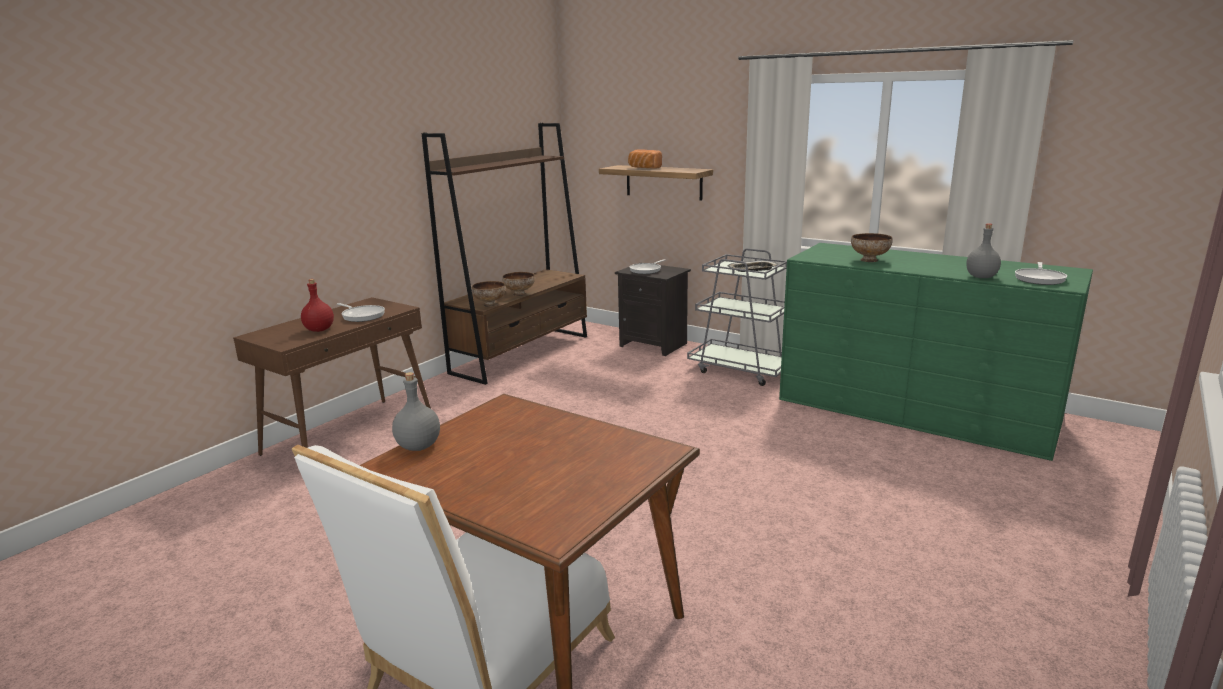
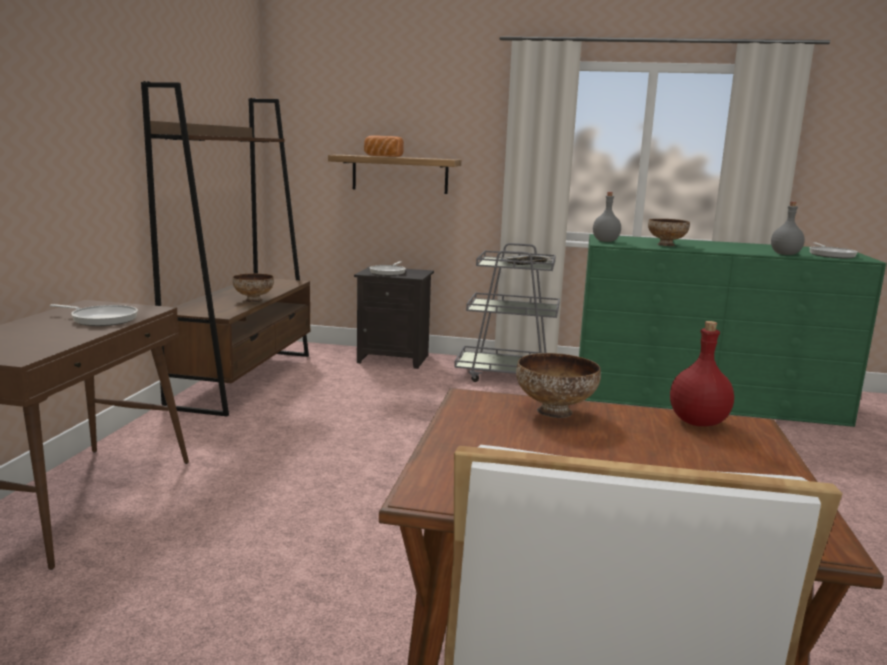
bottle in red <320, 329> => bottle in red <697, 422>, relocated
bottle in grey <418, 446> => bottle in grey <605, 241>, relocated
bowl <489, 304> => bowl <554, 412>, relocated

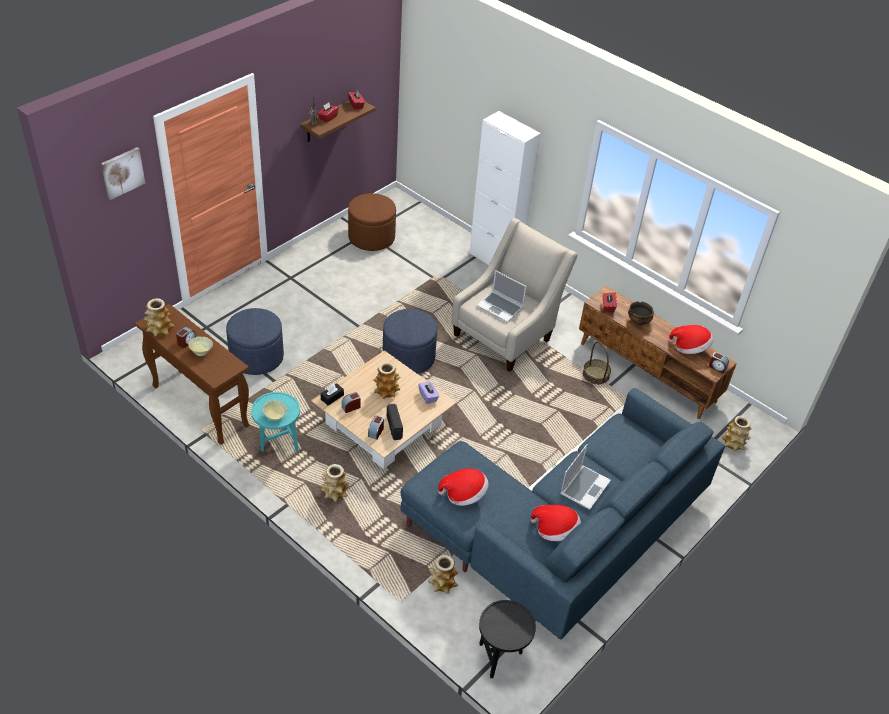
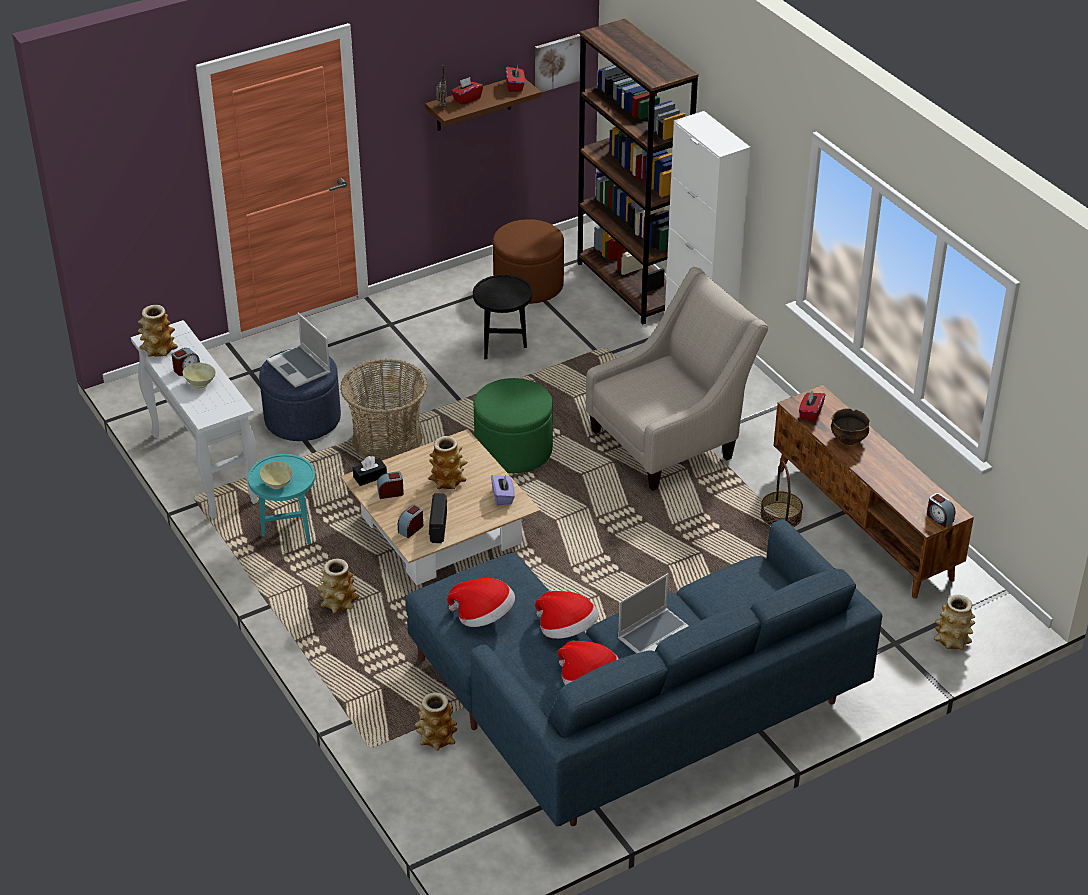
picture <122, 172> => picture <556, 62>, relocated
console table in brown <199, 406> => console table in white <203, 468>
ottoman in blue <408, 357> => ottoman in green <513, 450>
laptop <500, 307> => laptop <300, 368>, relocated
side table in black <501, 657> => side table in black <503, 346>, relocated
hat <690, 348> => hat <567, 630>, relocated
nothing => basket <387, 441>
nothing => bookcase in brown <630, 286>

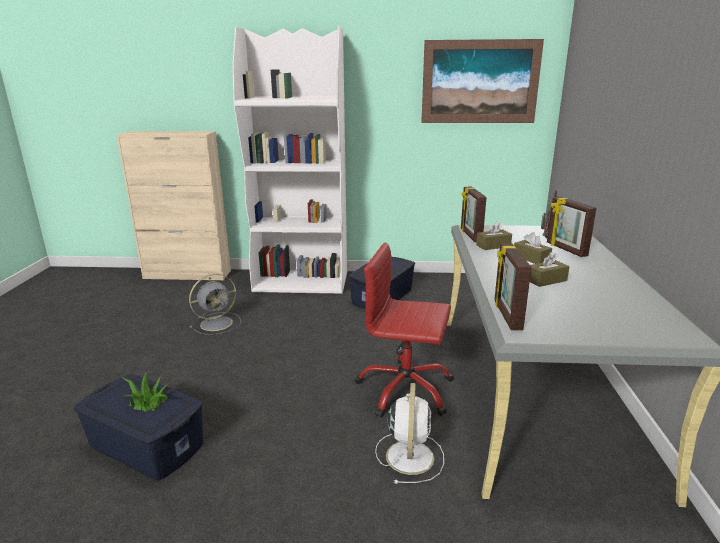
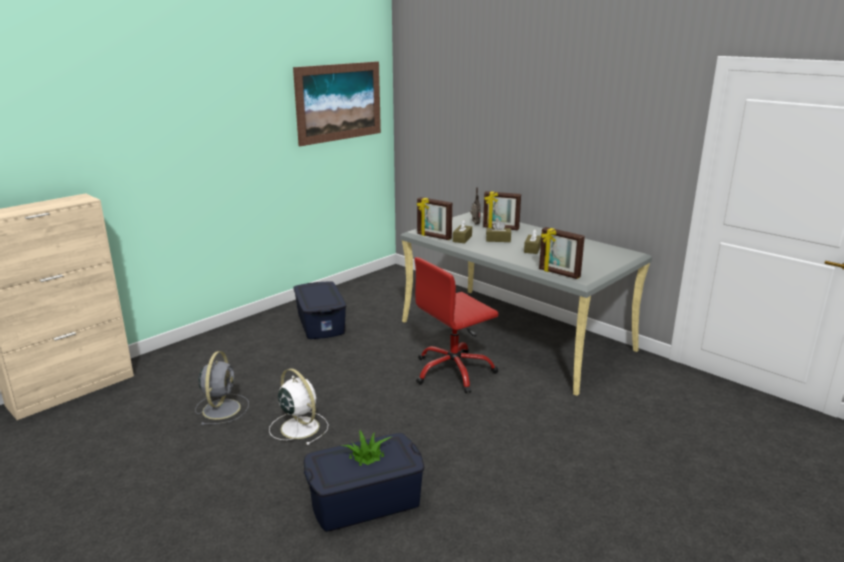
bookcase in white <302, 282> => nothing
fan in white <410, 455> => fan in white <299, 427>, relocated

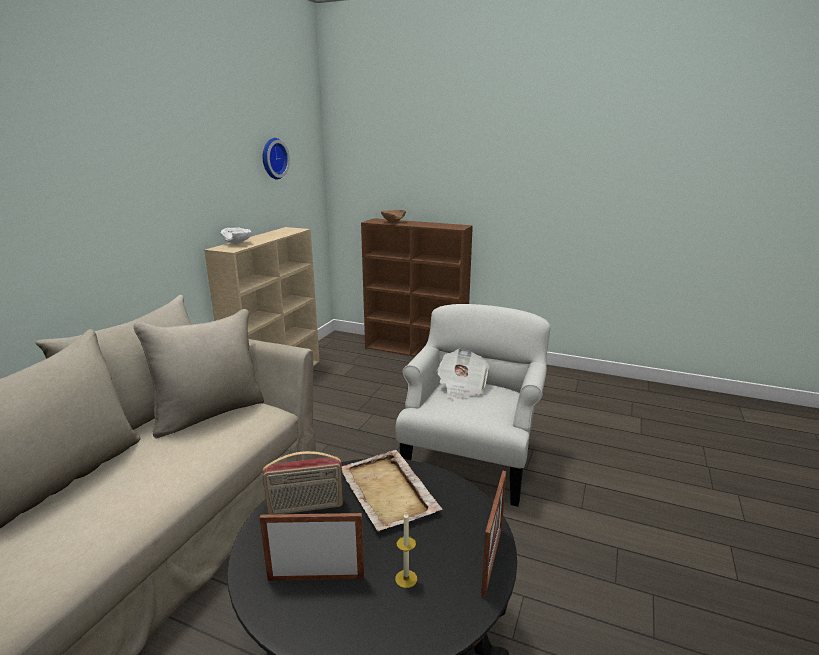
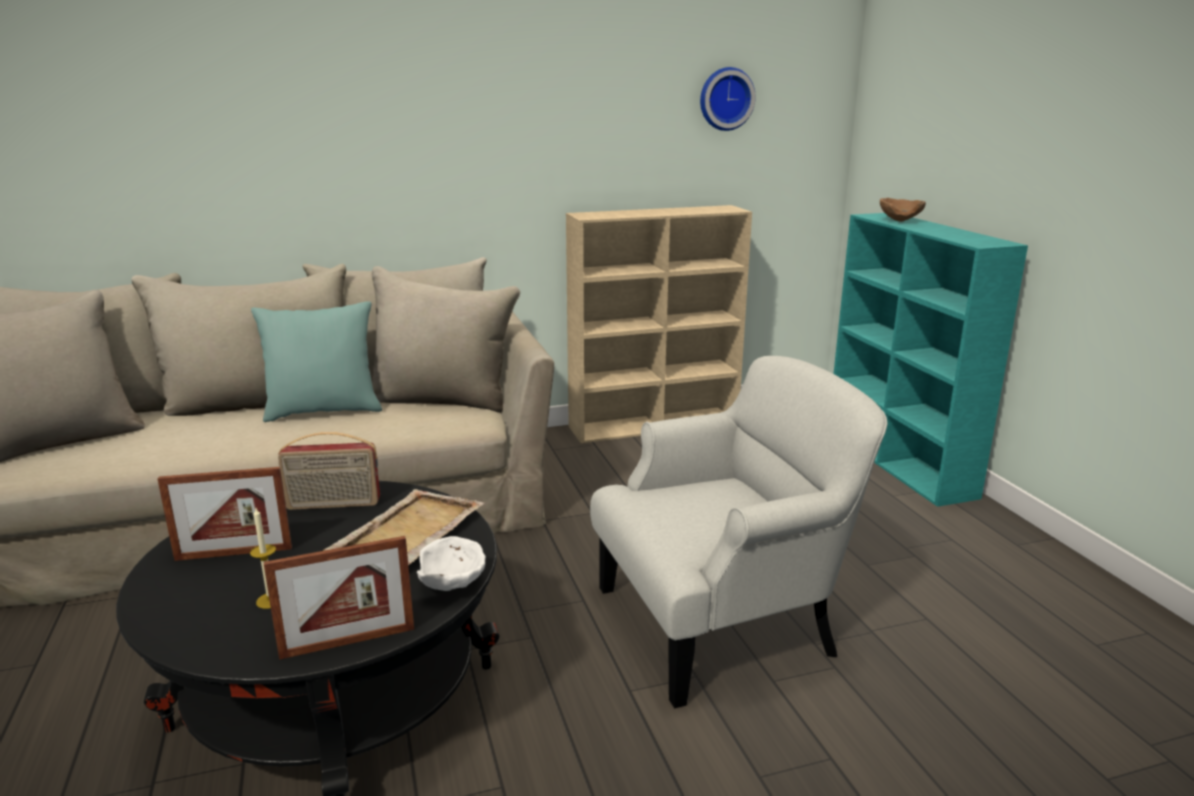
bowl in white <238, 243> => bowl in white <453, 586>, relocated
picture frame <316, 578> => picture frame <234, 553>, 120 degrees clockwise
radio <305, 507> => radio <333, 504>, 45 degrees counterclockwise
bookcase in brown <416, 351> => bookcase in turquoise <899, 462>
newspaper <461, 387> => nothing
nothing => pillow in turquoise <324, 411>

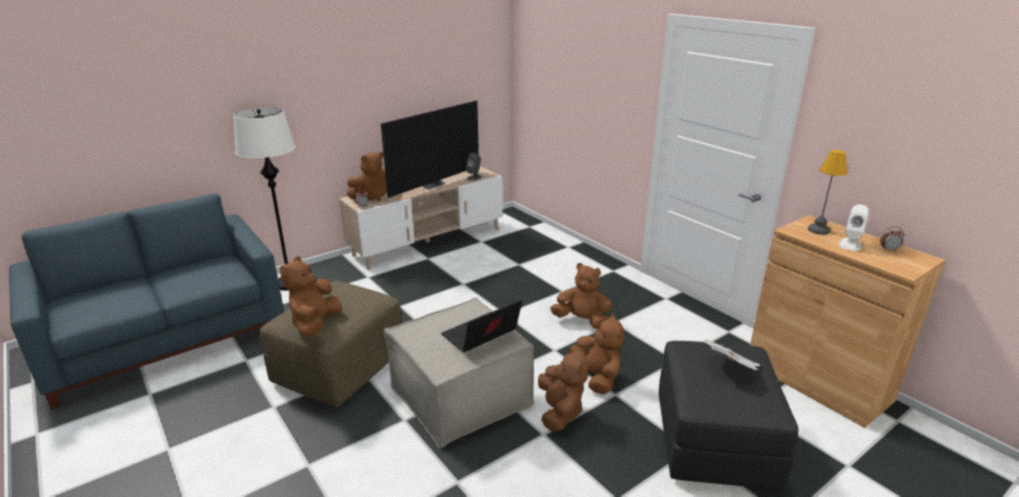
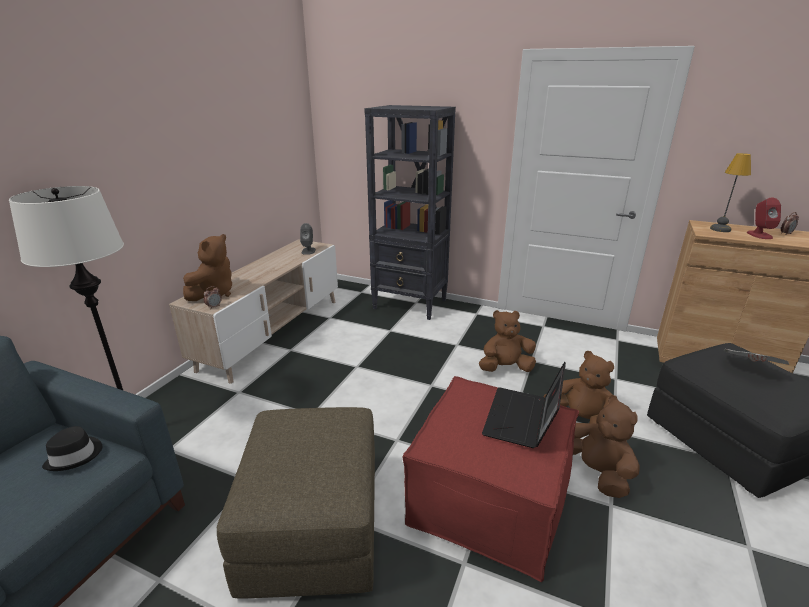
plush toy in brown <315, 324> => nothing
television <432, 184> => nothing
ottoman in beige <460, 396> => ottoman in red <489, 499>
speaker in white <850, 244> => speaker in red <759, 235>
nothing => hat in black <75, 455>
nothing => bookcase in black <410, 304>

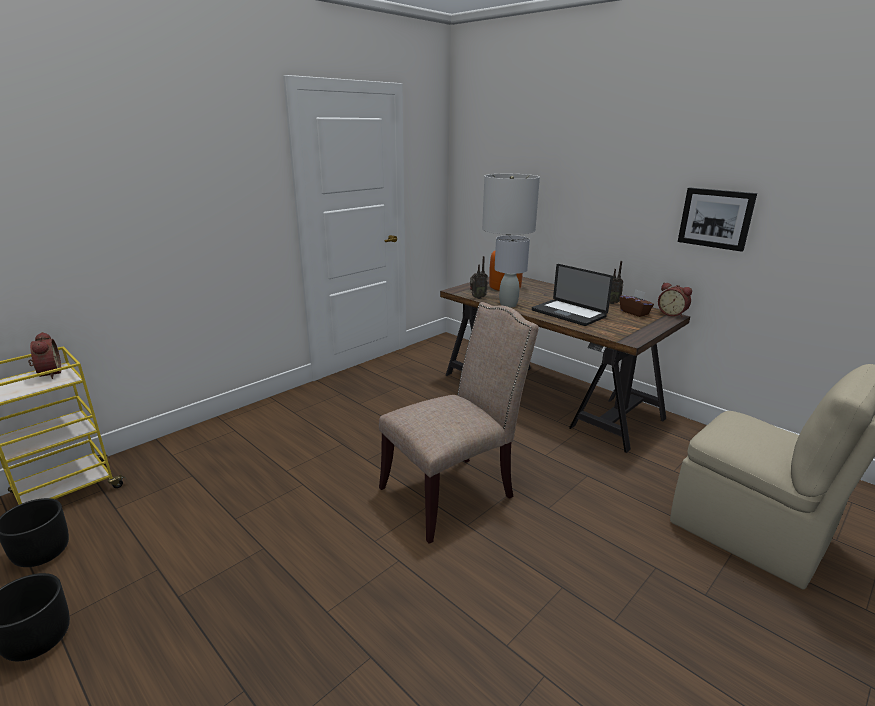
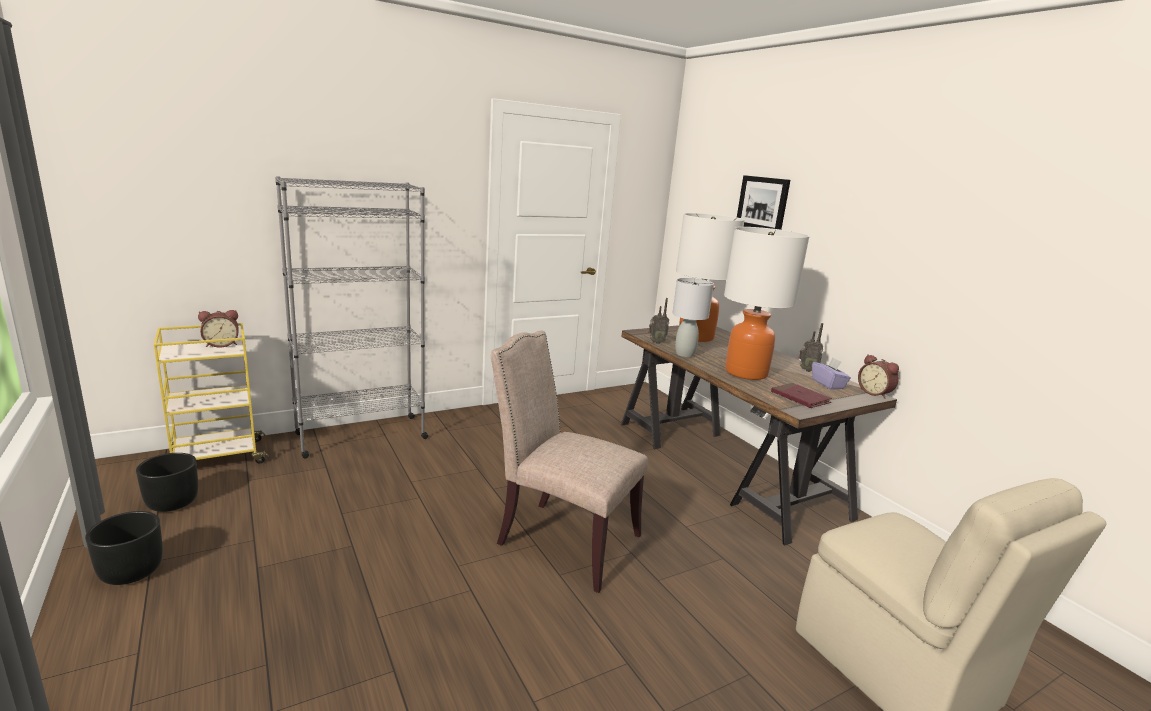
alarm clock <48, 374> => alarm clock <221, 344>, 75 degrees clockwise
chair in beige <452, 492> => chair in beige <562, 539>, 135 degrees counterclockwise
laptop <568, 314> => table lamp <746, 373>
tissue box in brown <634, 312> => tissue box in purple <828, 384>
picture <716, 218> => picture <763, 203>, relocated
nothing => bookcase in grey <361, 436>
nothing => book in red <800, 398>

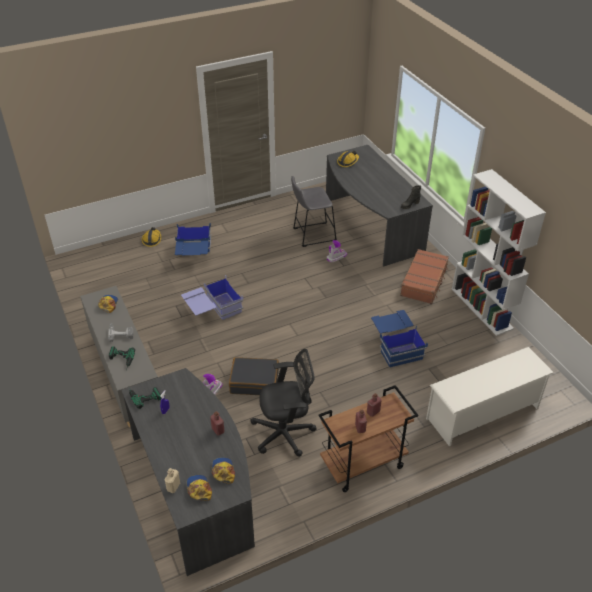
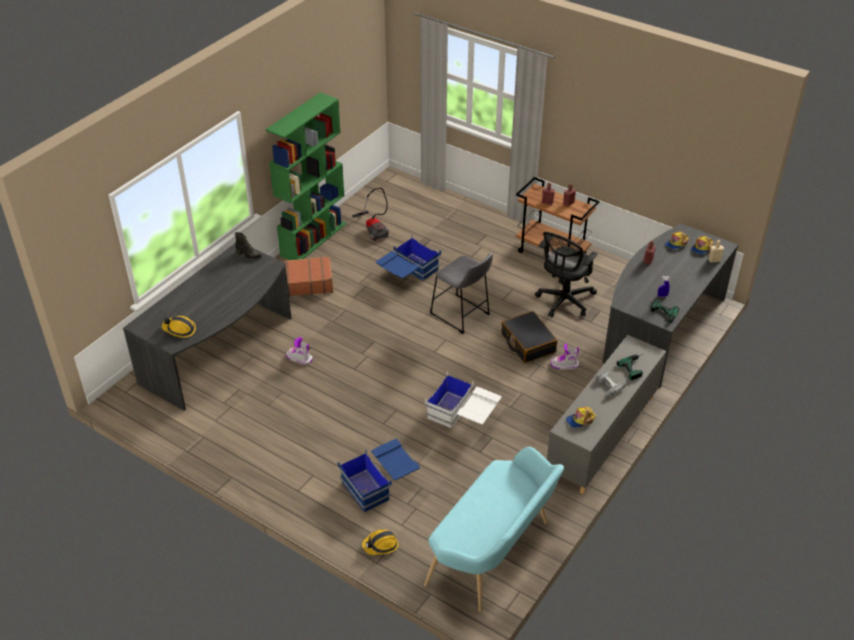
storage box in blue <213, 311> => storage box in white <463, 416>
office chair in black <286, 433> => office chair in black <563, 302>, 105 degrees counterclockwise
stool in grey <312, 235> => stool in grey <461, 316>, relocated
shoe rack in white <483, 413> => nothing
bookcase in white <482, 308> => bookcase in green <313, 239>
nothing => vacuum cleaner <374, 229>
nothing => bench in turquoise <494, 554>

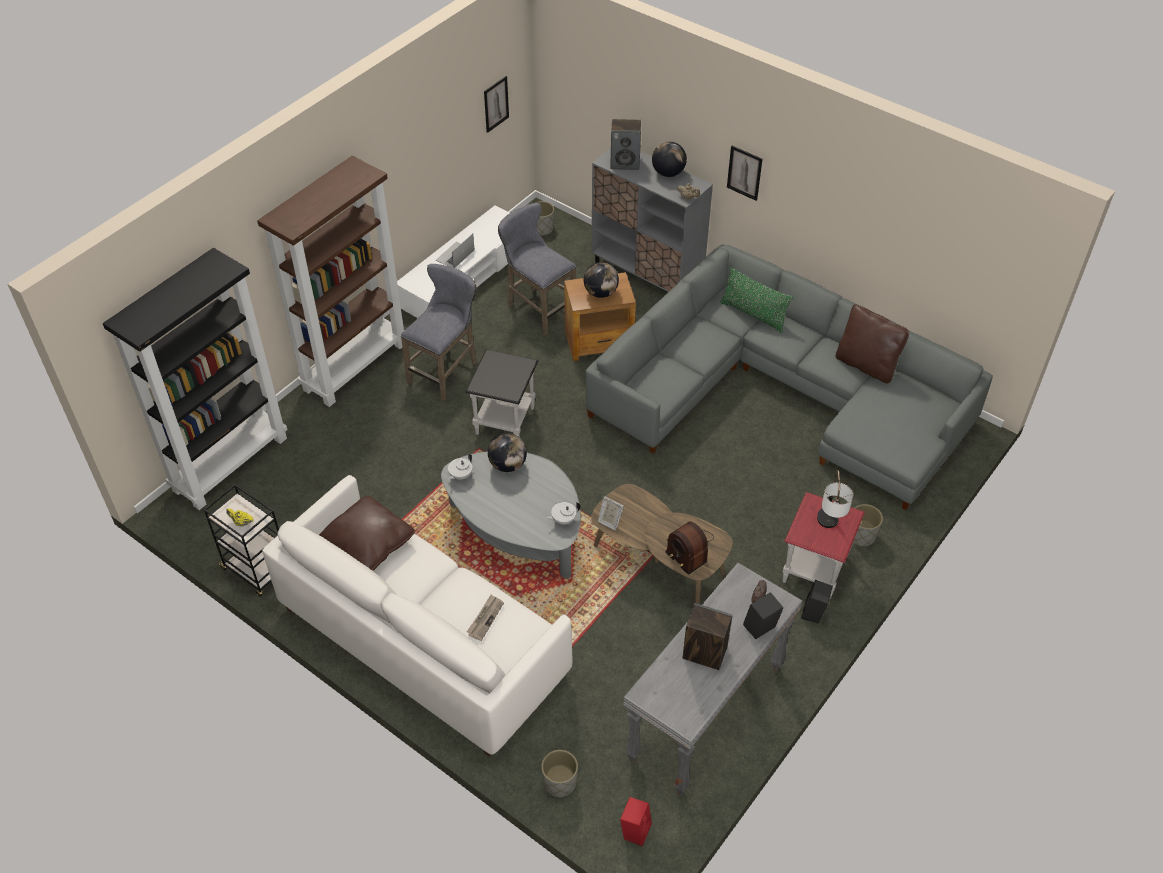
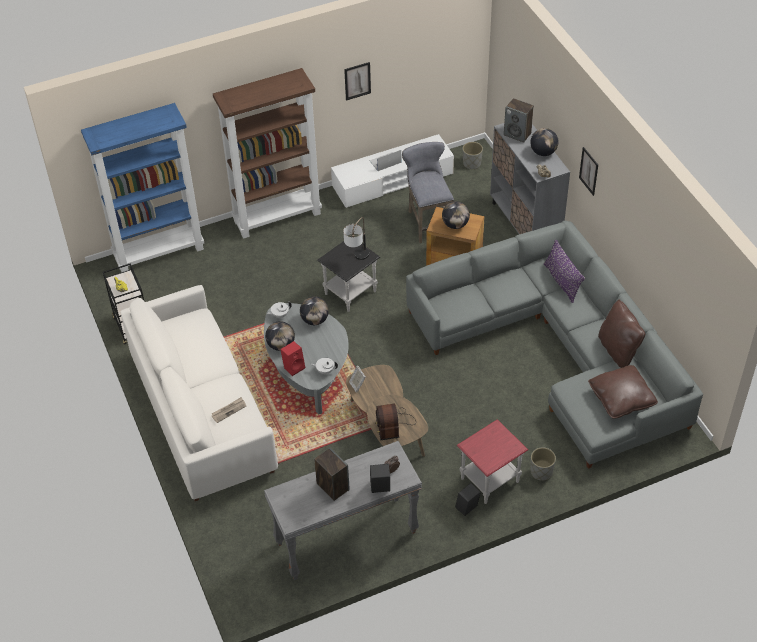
bookcase in black <230, 463> => bookcase in blue <159, 252>
pillow in brown <368, 543> => pillow in brown <621, 398>, relocated
stool in grey <446, 371> => nothing
picture <496, 104> => picture <357, 81>, relocated
planter in grey <559, 783> => nothing
speaker in red <635, 830> => speaker in red <294, 367>, relocated
pillow in green <753, 314> => pillow in purple <562, 282>
table lamp <828, 528> => table lamp <357, 259>, relocated
nothing => globe <281, 345>

